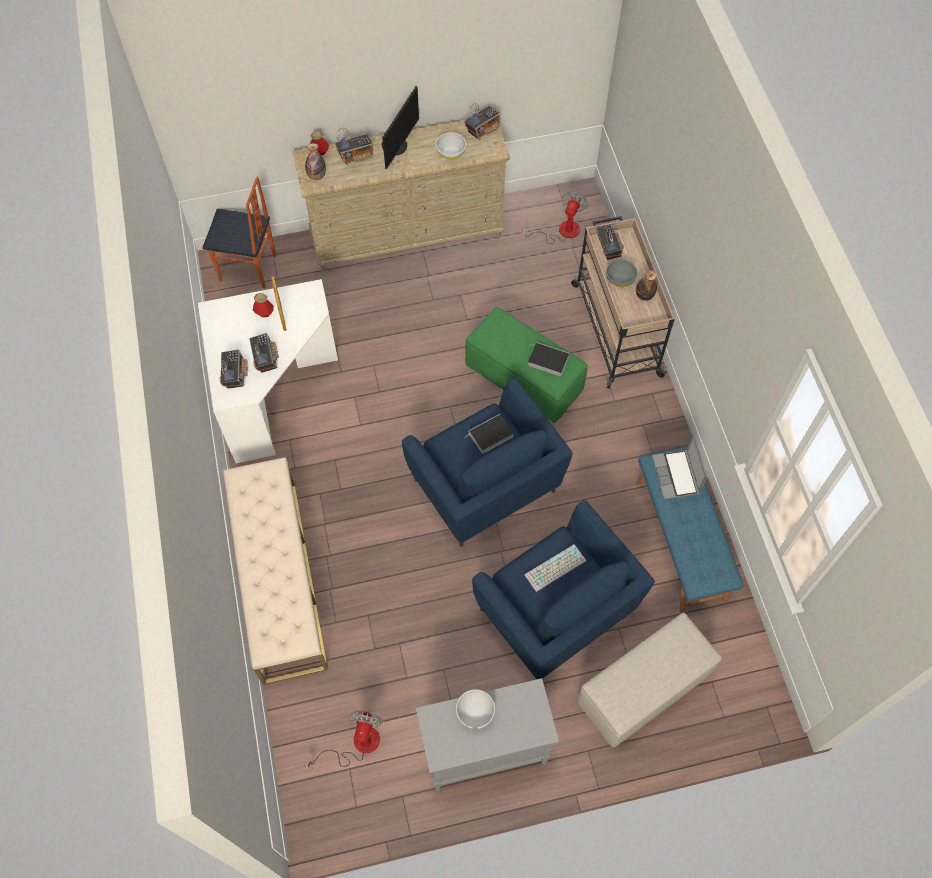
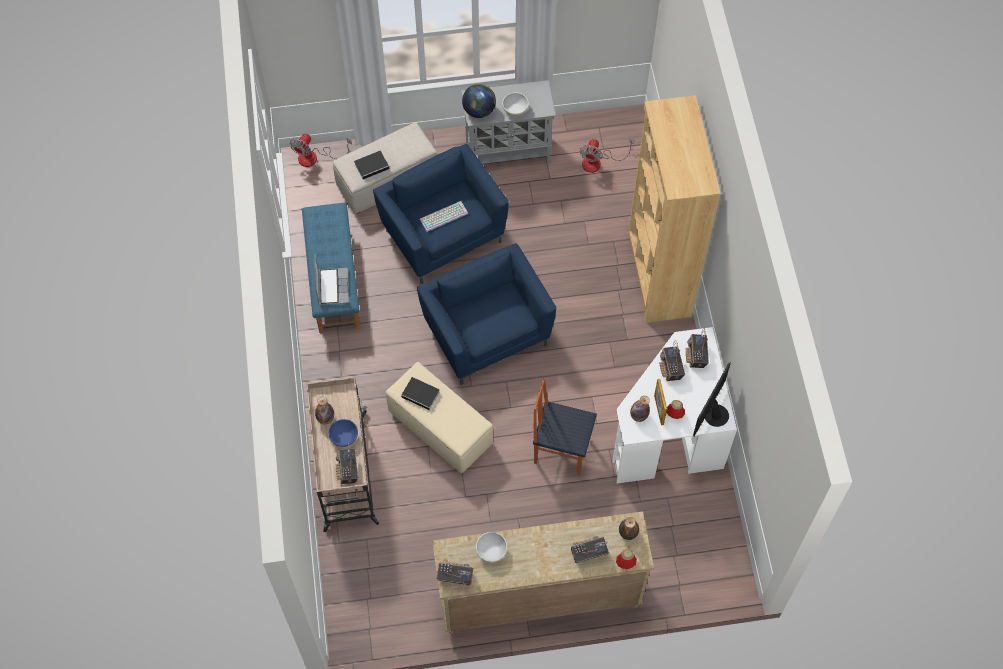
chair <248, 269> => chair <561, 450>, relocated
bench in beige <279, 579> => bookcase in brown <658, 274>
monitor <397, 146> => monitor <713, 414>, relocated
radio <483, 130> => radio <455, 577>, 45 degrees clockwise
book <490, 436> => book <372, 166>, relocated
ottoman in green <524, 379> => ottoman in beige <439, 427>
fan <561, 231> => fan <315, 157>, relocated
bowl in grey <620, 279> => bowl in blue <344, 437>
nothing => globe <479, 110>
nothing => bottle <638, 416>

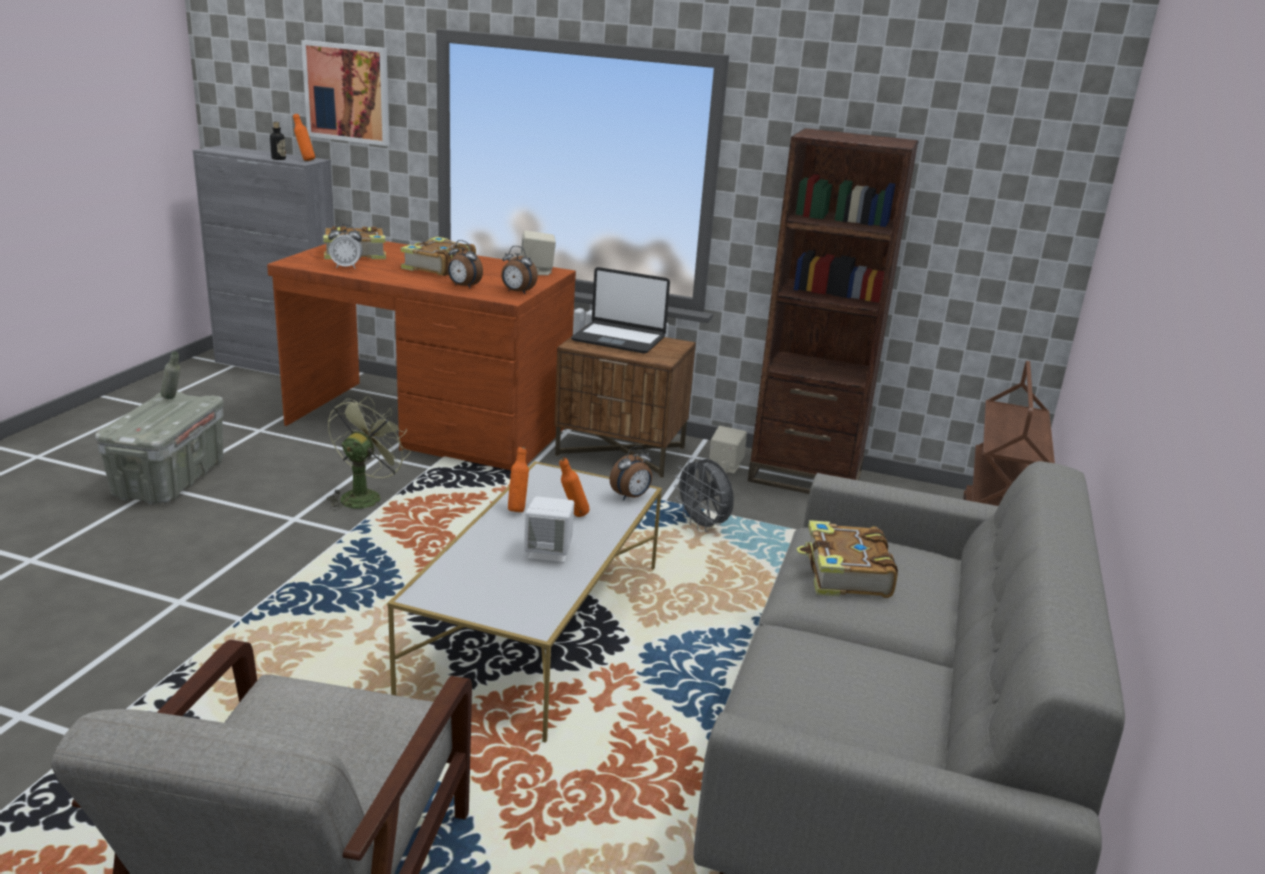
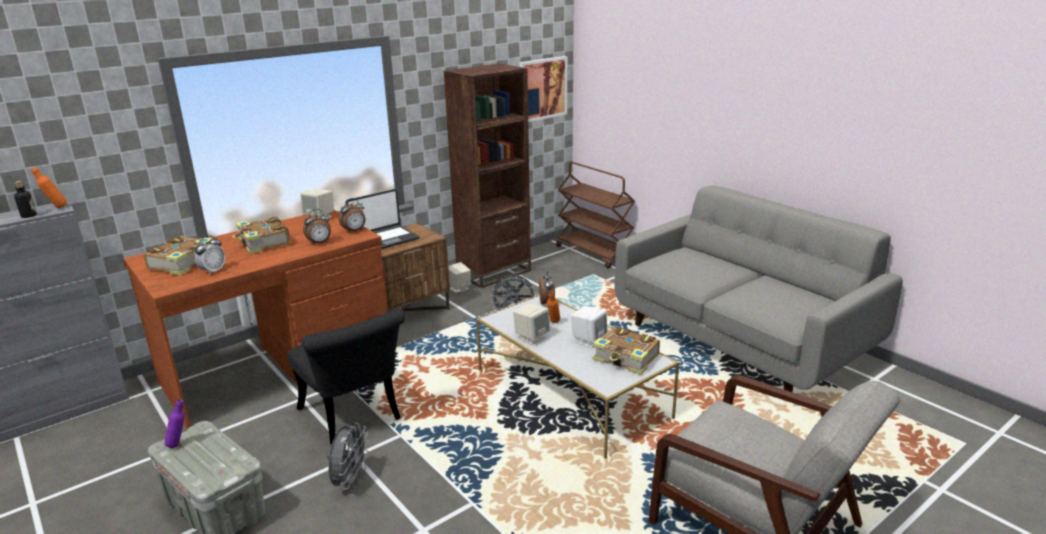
bottle in grey <173, 399> => bottle in purple <179, 444>
picture <347, 93> => picture <542, 89>, relocated
fan in green <364, 496> => chair in black <354, 418>
bottle in orange <517, 509> => speaker in beige <531, 337>
book <845, 574> => book <626, 358>, relocated
nothing => fan in grey <350, 482>

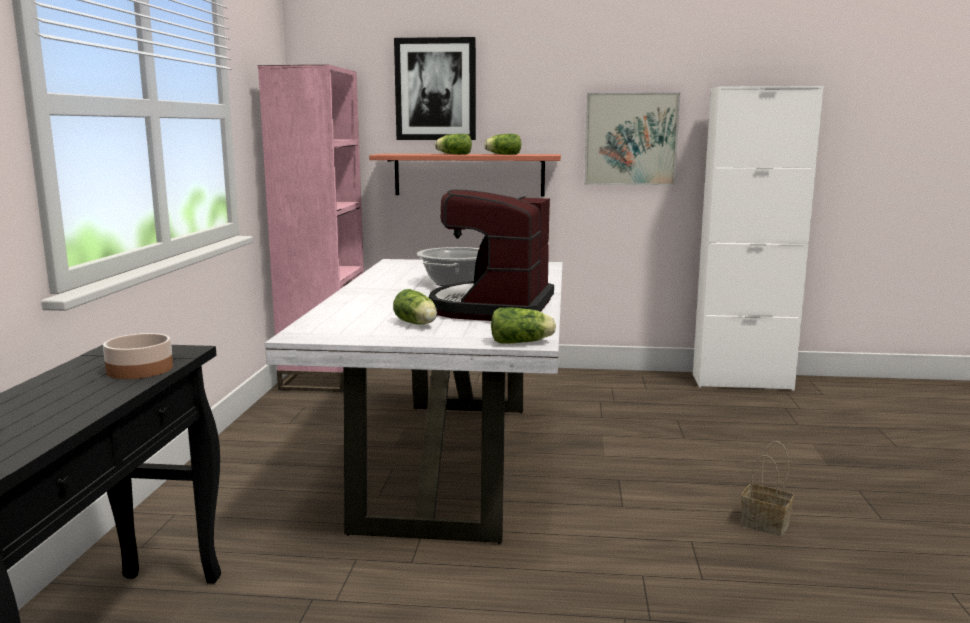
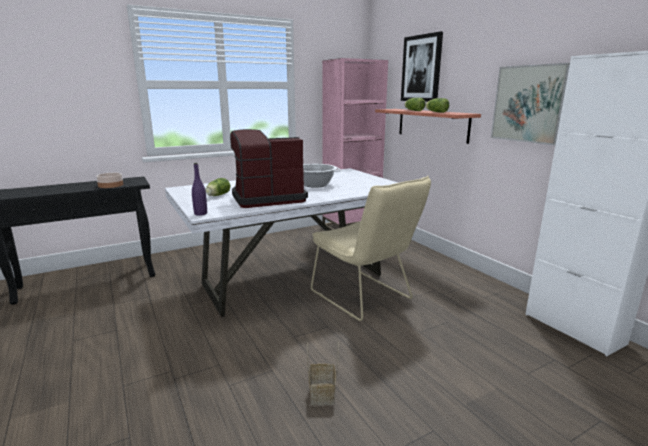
lettuce <523, 342> => bottle in purple <200, 214>
nothing => chair in beige <365, 297>

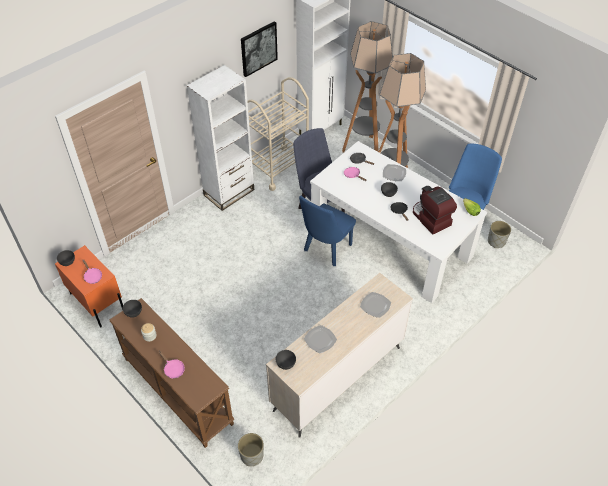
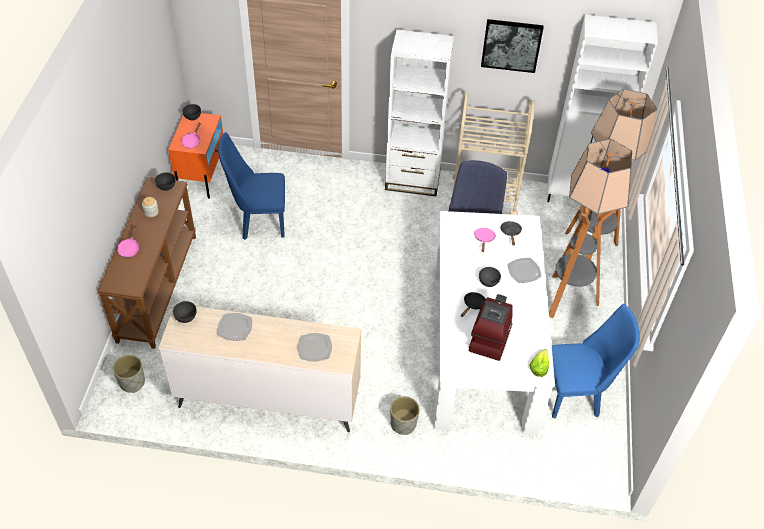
chair in blue <326, 250> => chair in blue <258, 222>, relocated
planter in grey <496, 241> => planter in grey <403, 424>, relocated

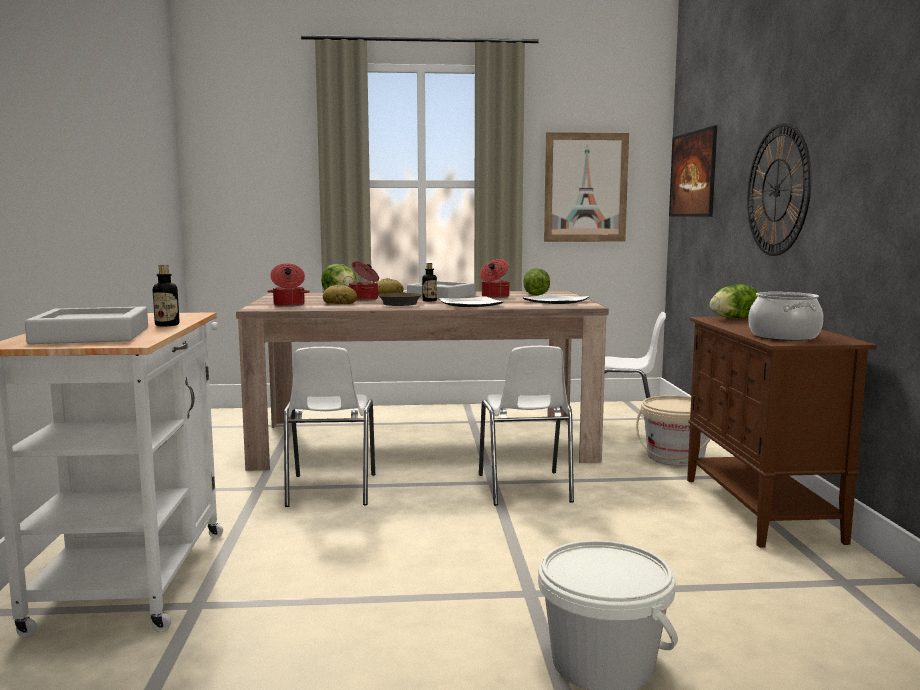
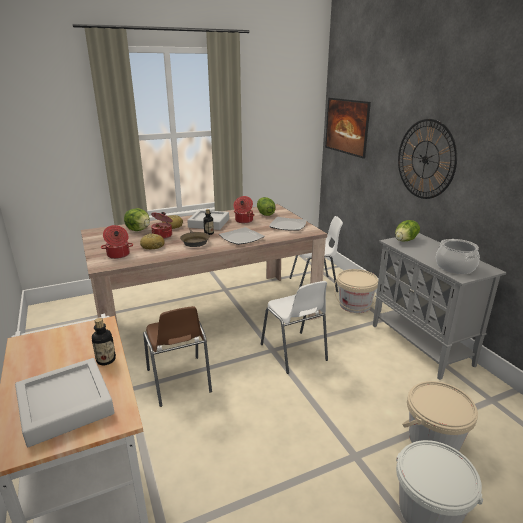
chair in white <330, 491> => chair in brown <179, 382>
picture <585, 187> => nothing
cabinet in brown <761, 510> => cabinet in grey <421, 345>
nothing => bucket in beige <433, 439>

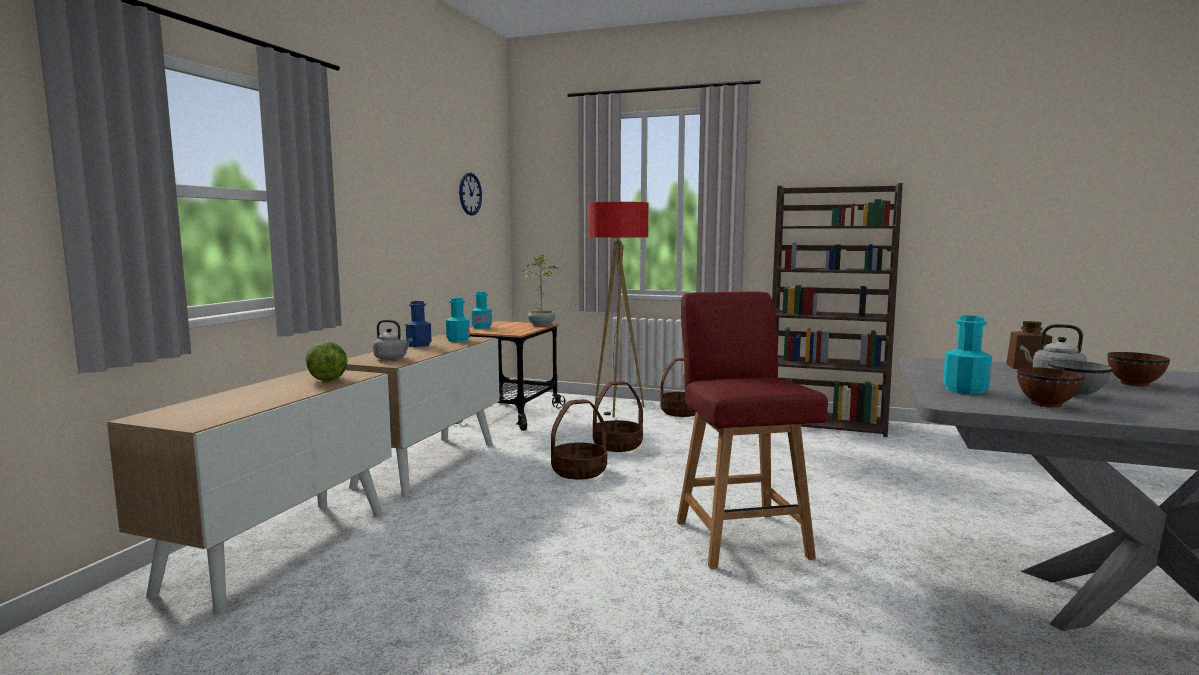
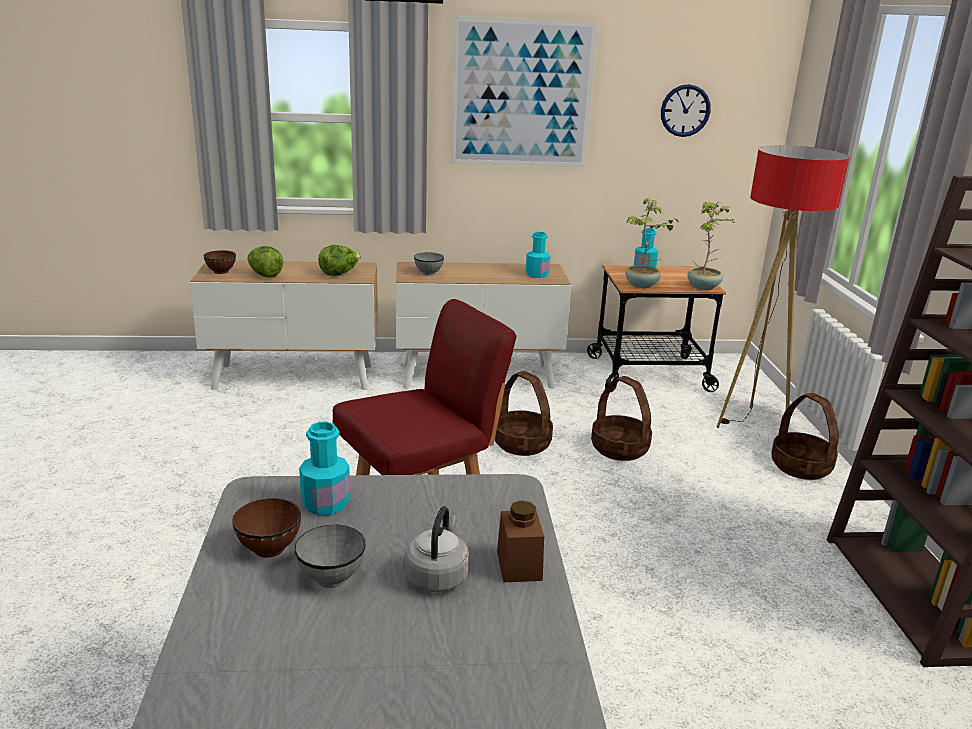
kettle in grey <392, 358> => bowl in grey <429, 273>
bottle in blue <419, 345> => nothing
bowl in brown <1133, 384> => bowl in brown <221, 271>, relocated
nothing => lettuce <264, 275>
nothing => picture <522, 94>
nothing => potted plant <642, 285>

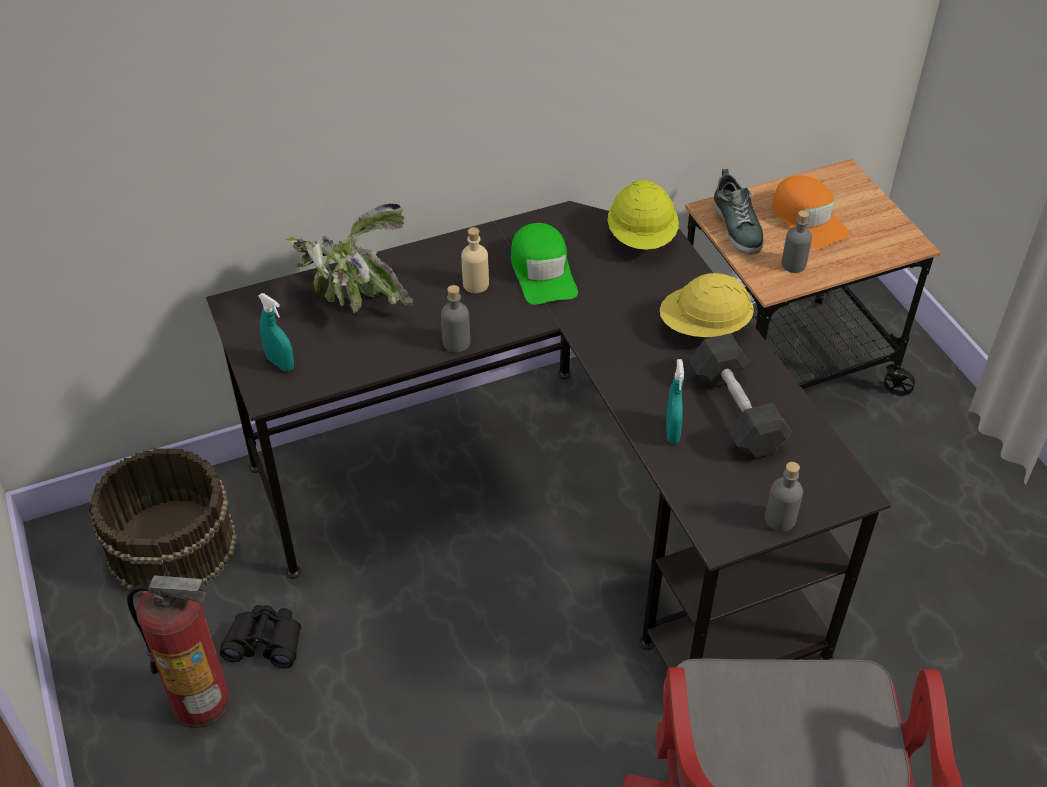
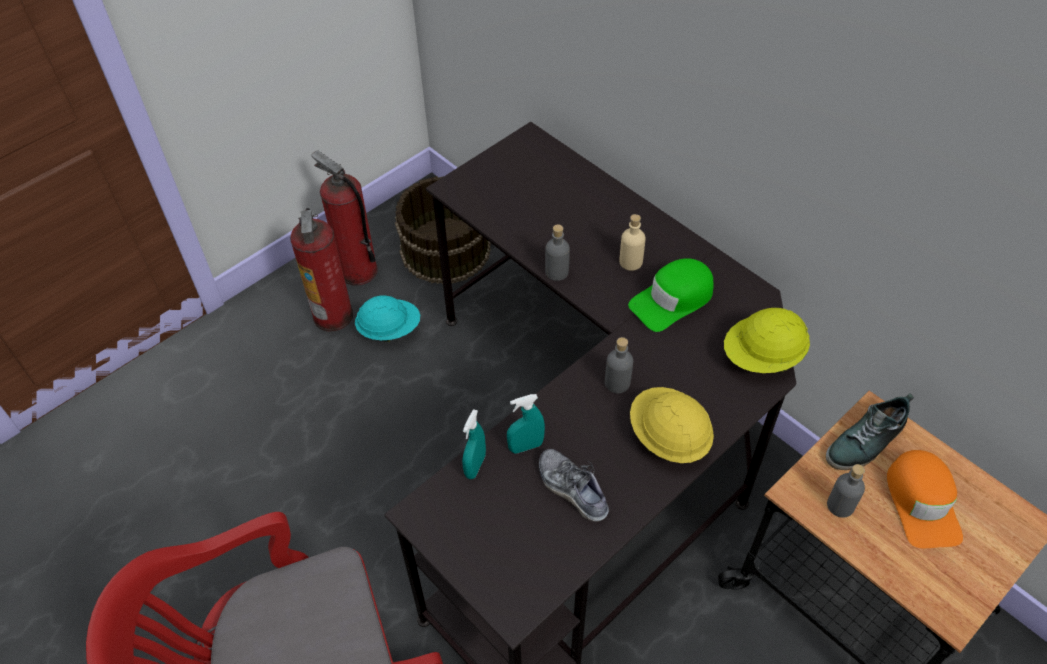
binoculars in black <265, 642> => hard hat in turquoise <389, 329>
spray bottle in turquoise <280, 363> => spray bottle in turquoise <475, 466>, relocated
potted plant <352, 298> => nothing
dumbbell in black <736, 412> => shoe <572, 489>
bottle in grey <780, 519> => bottle in grey <617, 383>, relocated
cap in orange <808, 219> => cap in orange <922, 503>, 45 degrees counterclockwise
nothing => fire extinguisher <357, 271>

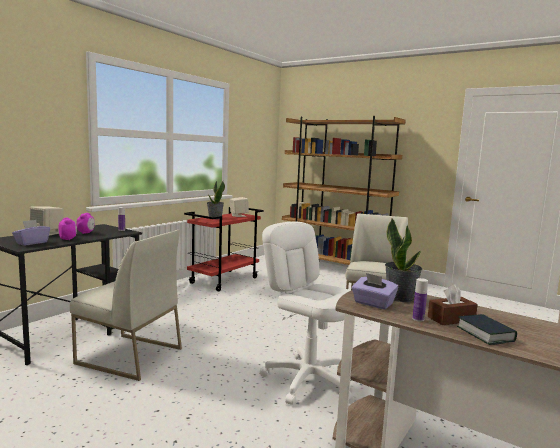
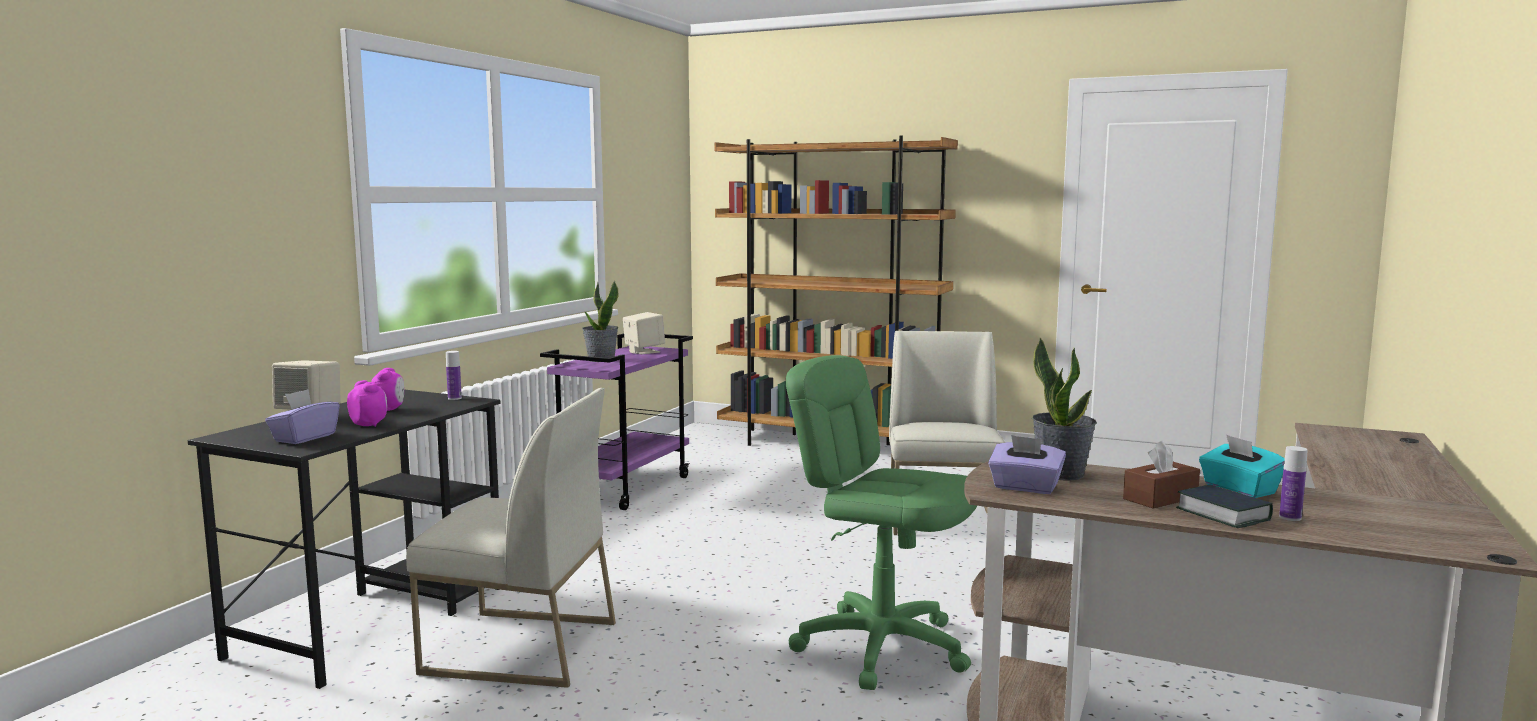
cart in red <224, 280> => cart in purple <624, 488>
office chair in white <308, 380> => office chair in green <881, 647>
bottle <418, 319> => bottle <1290, 517>, relocated
nothing => tissue box in turquoise <1239, 489>

